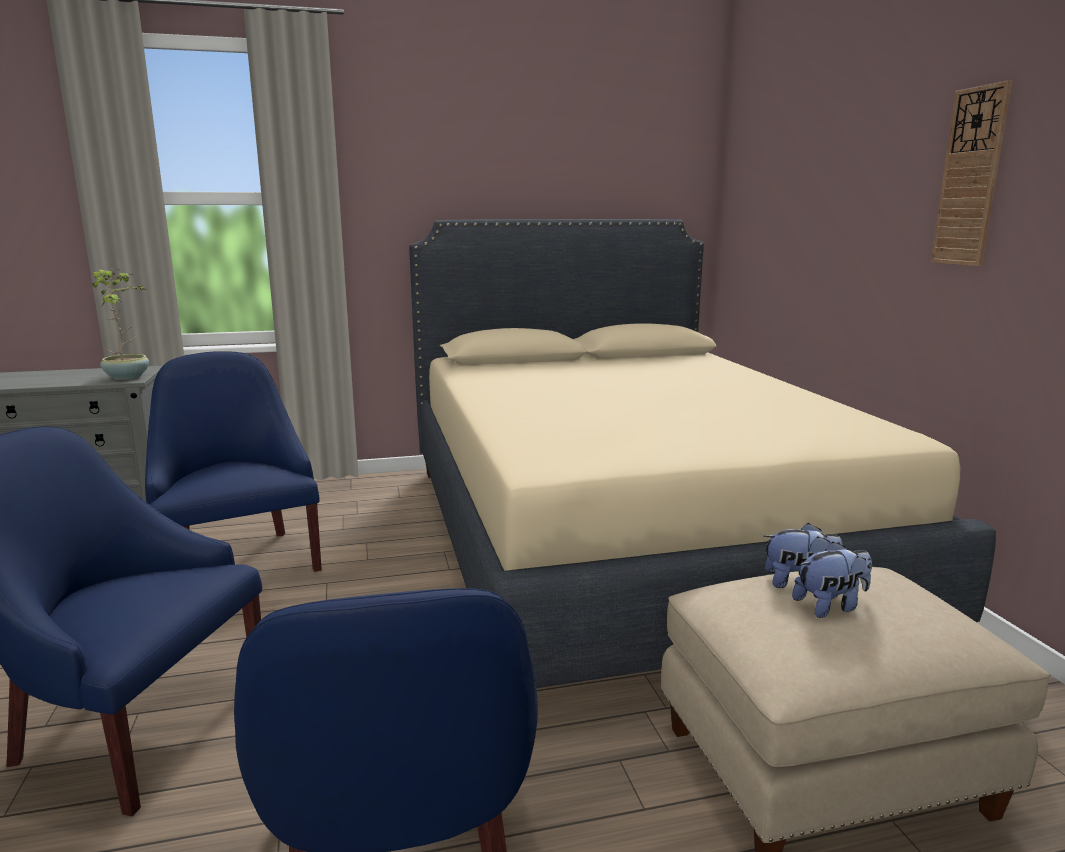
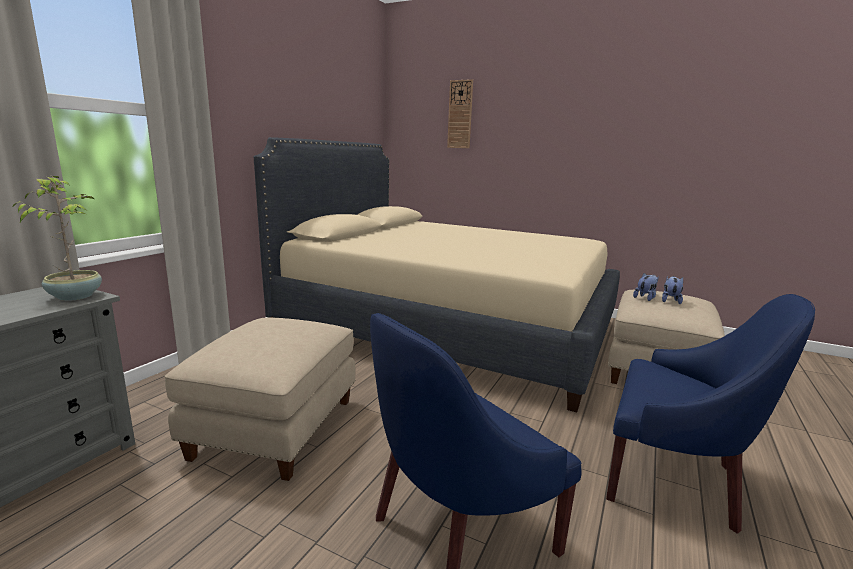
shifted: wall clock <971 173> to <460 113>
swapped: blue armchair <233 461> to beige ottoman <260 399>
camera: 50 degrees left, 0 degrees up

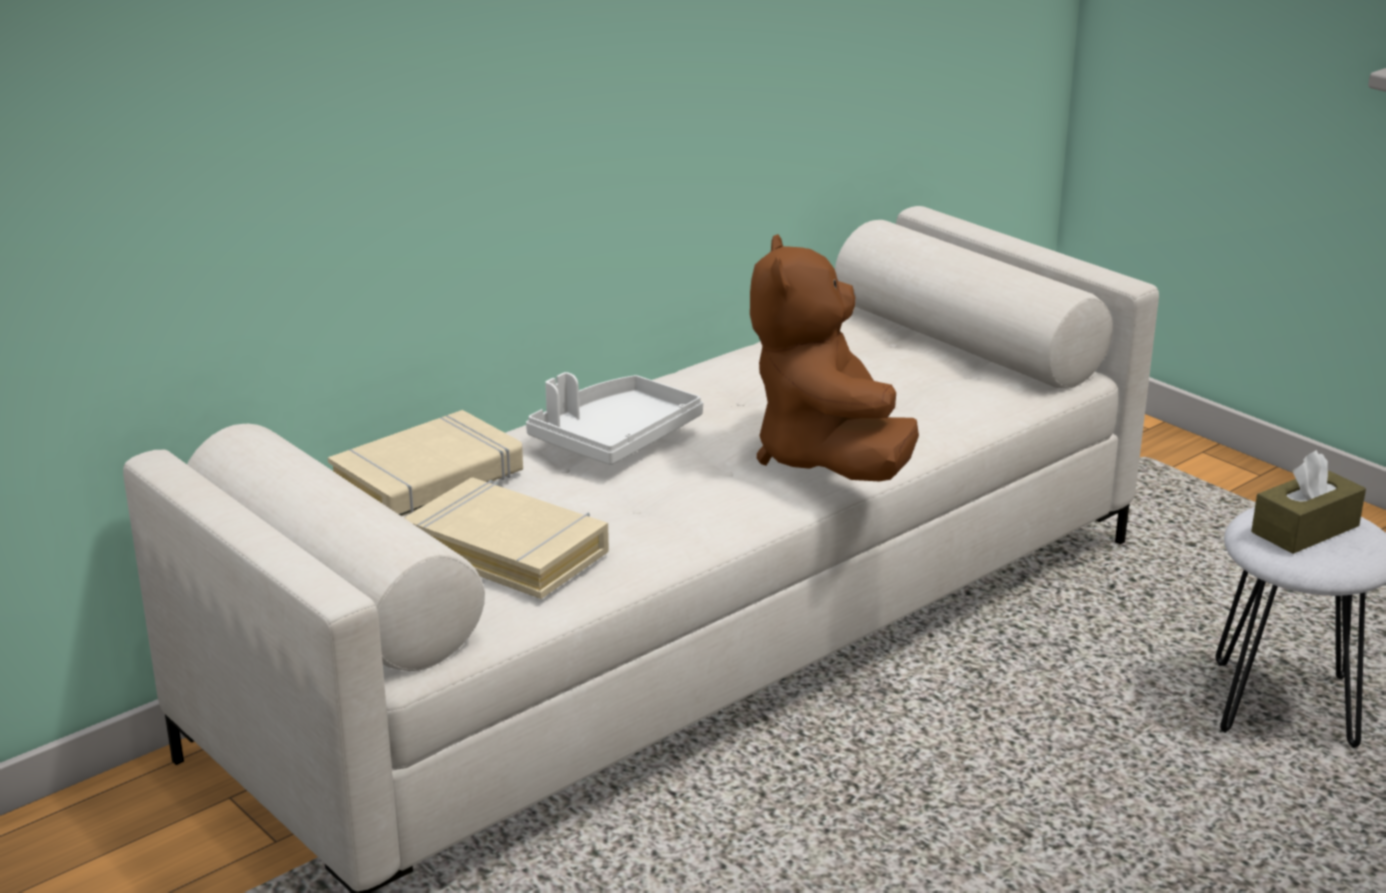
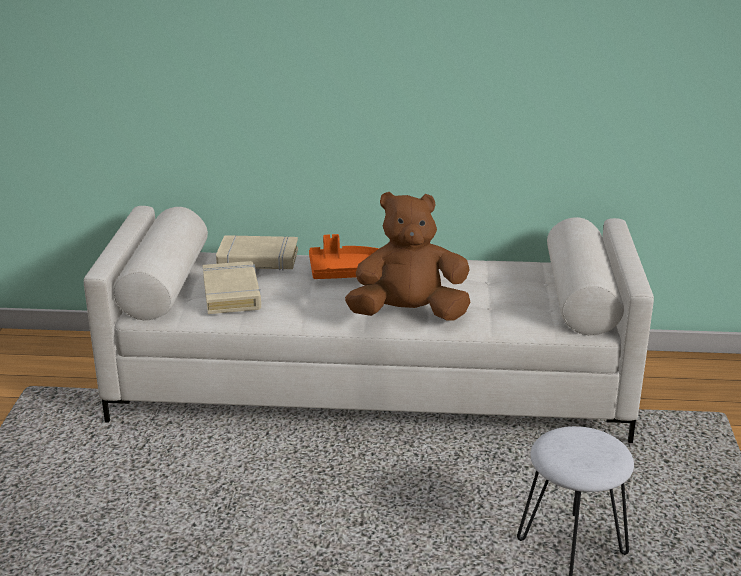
gone: brown tissue box <1308 502>
repainted: white tray <614 418> to orange tray <344 256>
rotated: brown plush toy <834 357> = <407 256> 45 degrees clockwise
camera: 45 degrees right, 0 degrees up

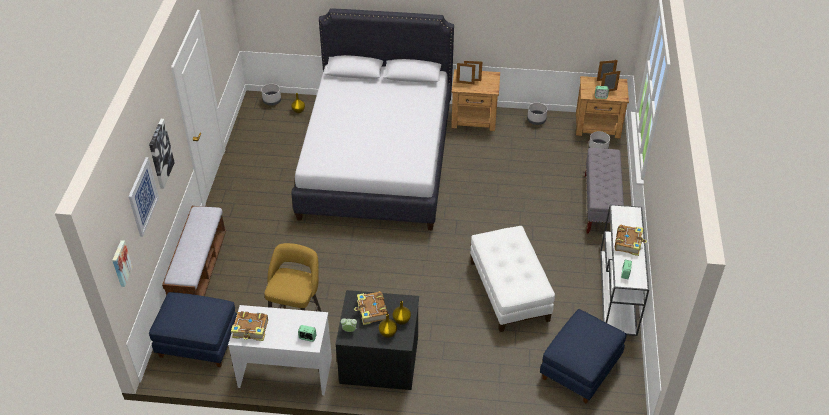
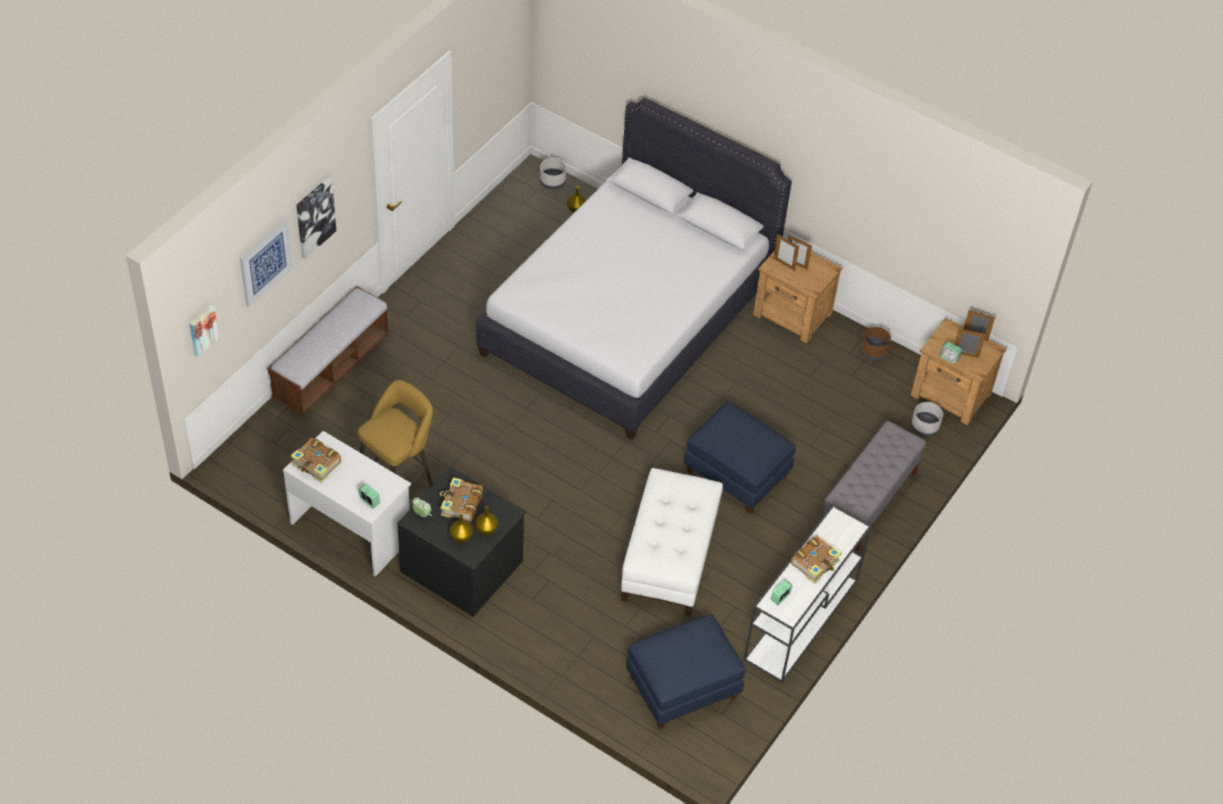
shifted: blue ottoman <193 329> to <740 457>
repainted: grey planter <537 113> to brown planter <875 343>
camera: 25 degrees right, 5 degrees up

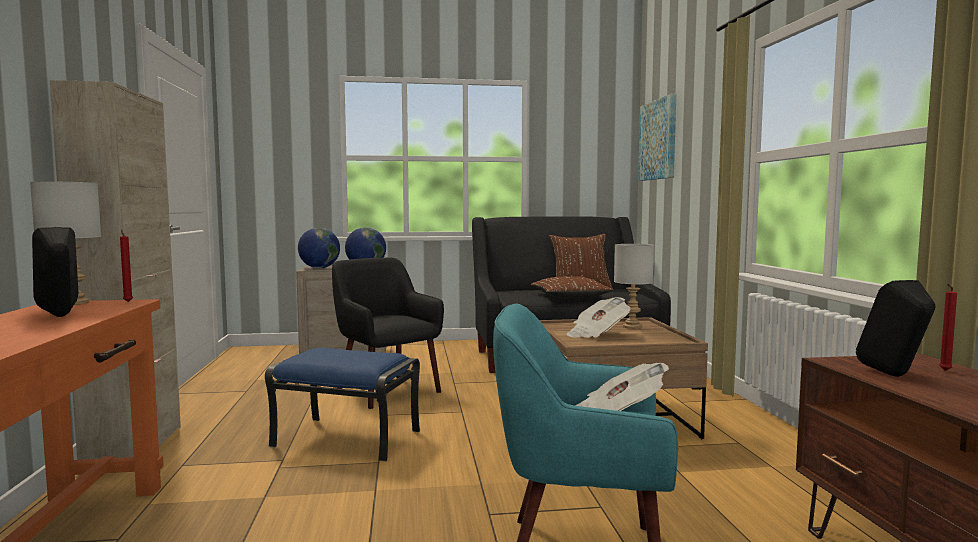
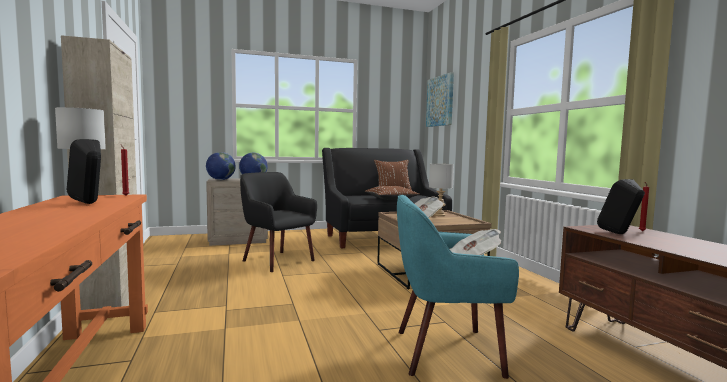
gone: blue ottoman <342 404>
camera: 10 degrees left, 0 degrees up

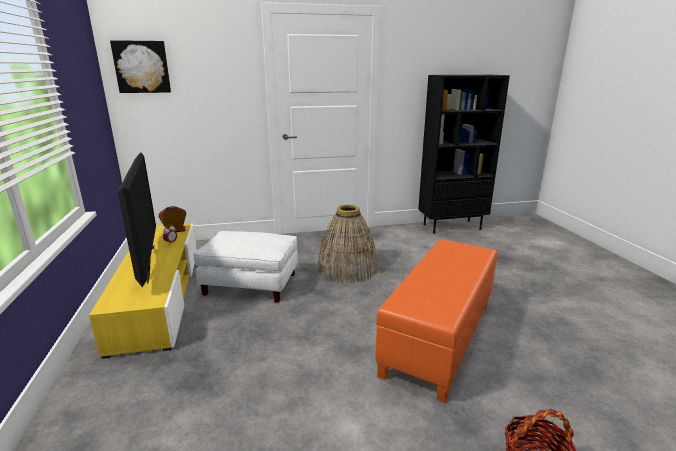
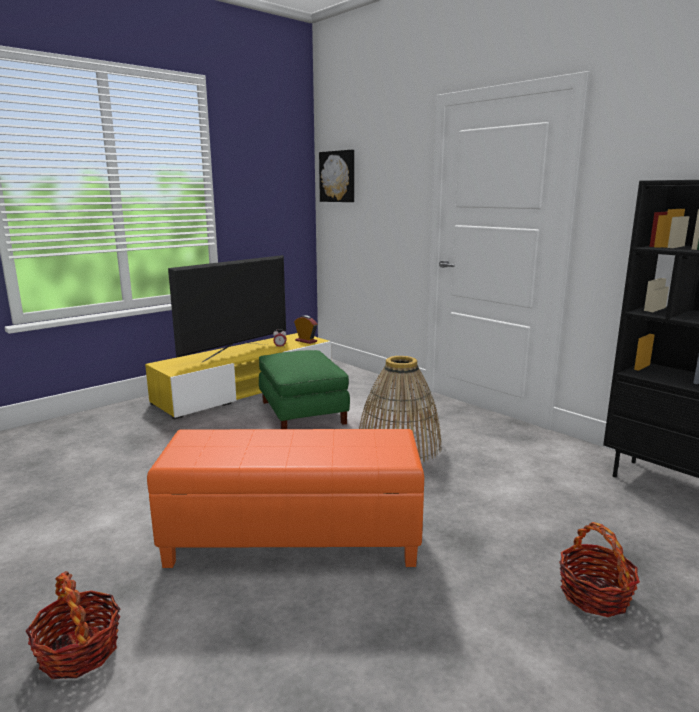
new: basket <599 569>
repainted: white ottoman <246 266> to green ottoman <304 389>
camera: 60 degrees right, 5 degrees down

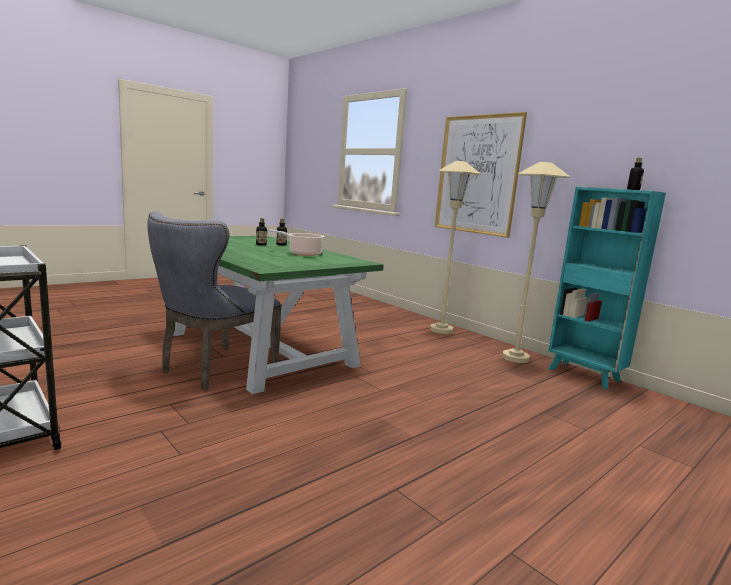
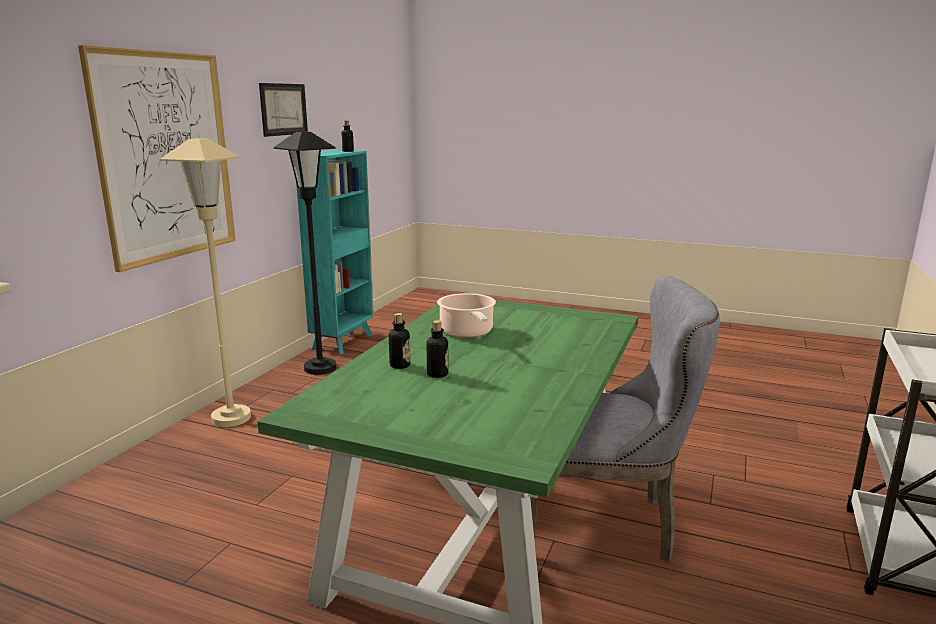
new: picture <283 110>
repainted: beige floor lamp <536 262> to black floor lamp <305 253>
camera: 115 degrees left, 5 degrees up

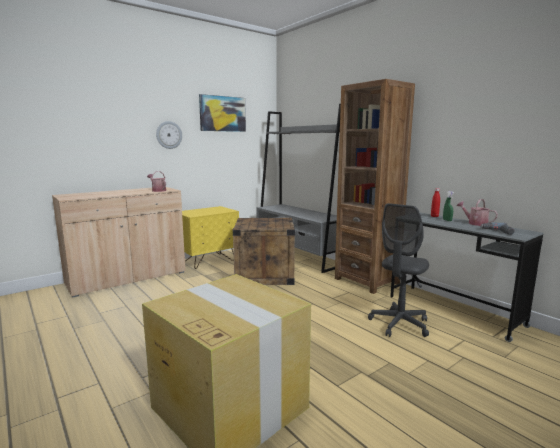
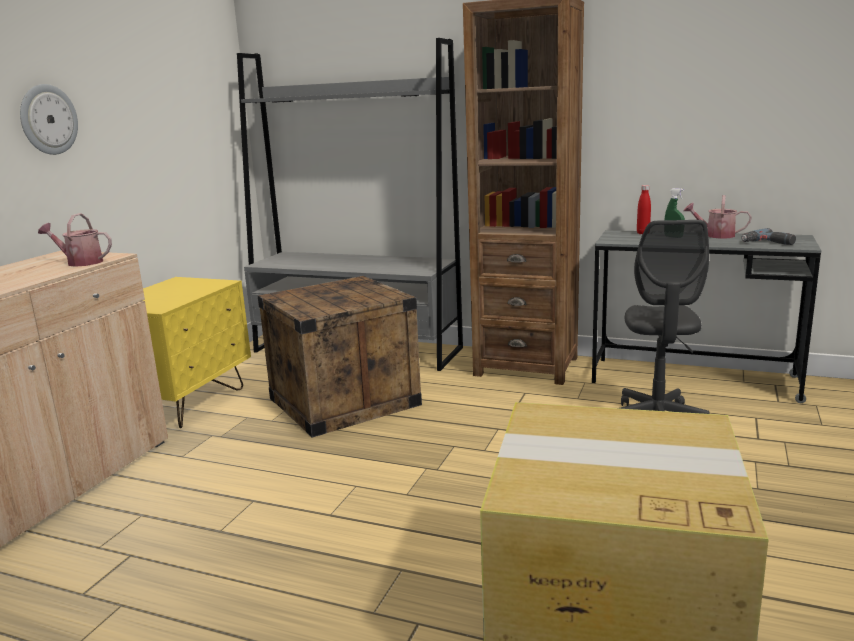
gone: picture <222 113>
camera: 30 degrees left, 5 degrees up

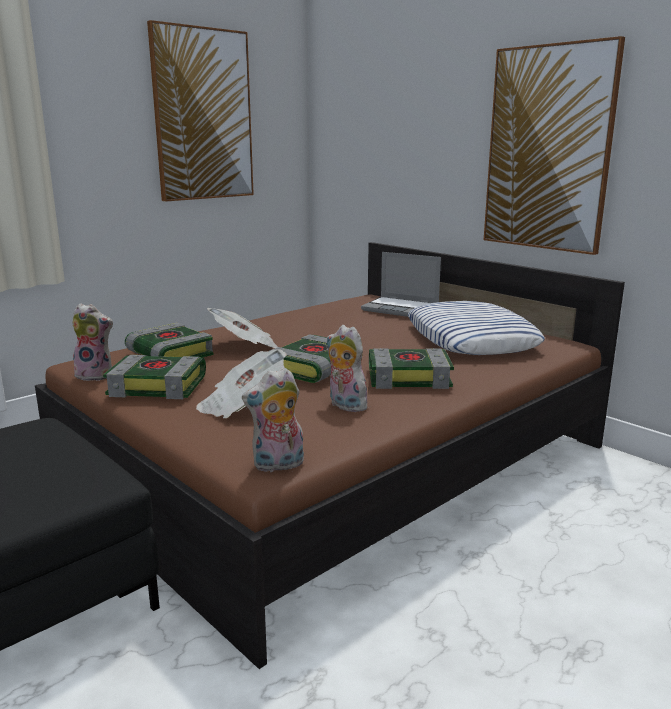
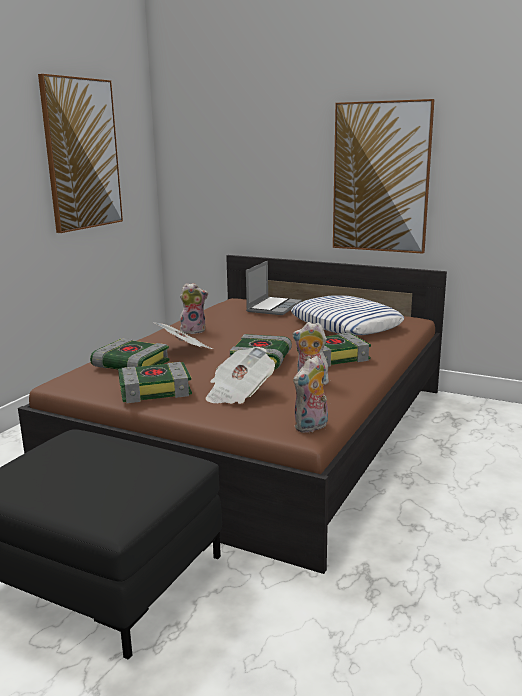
shifted: plush toy <92 342> to <194 308>
rotated: laptop <401 284> = <274 288> 75 degrees counterclockwise
camera: 20 degrees left, 0 degrees up

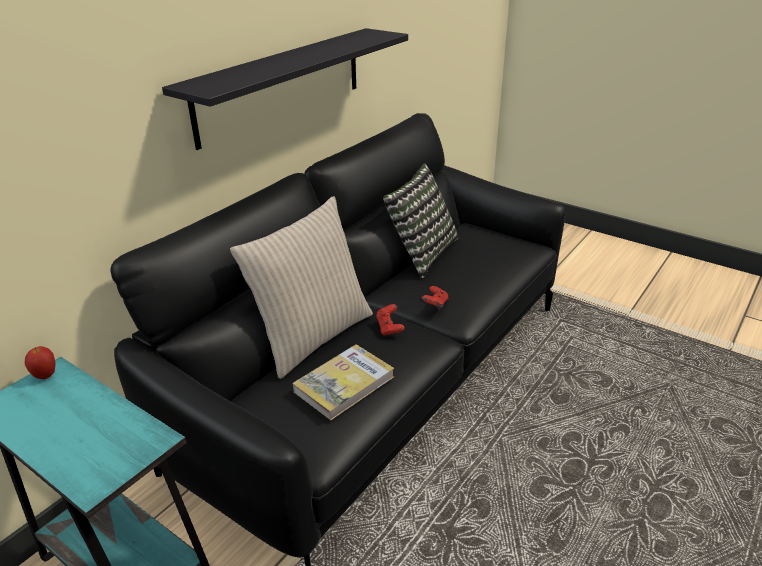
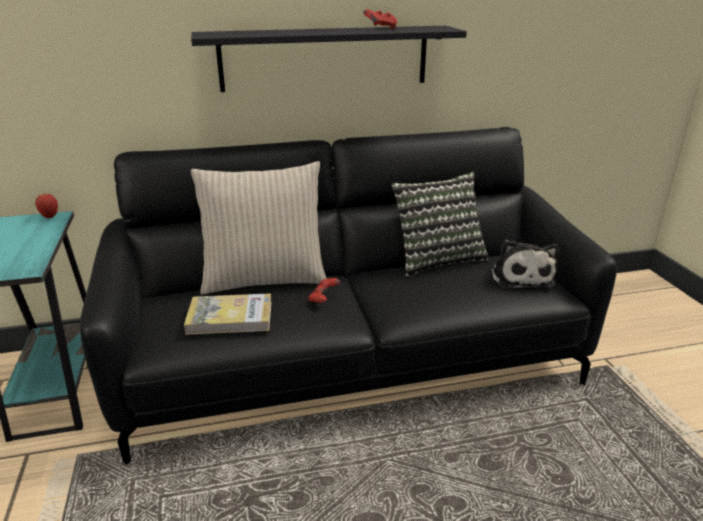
new: plush toy <525 264>
shifted: red game controller <435 298> to <380 19>
camera: 40 degrees right, 5 degrees down

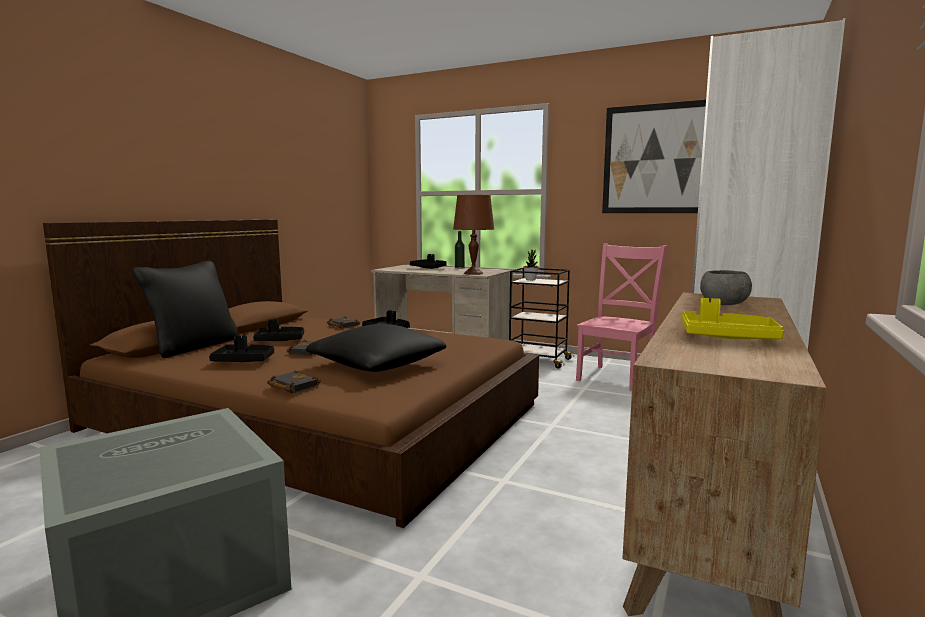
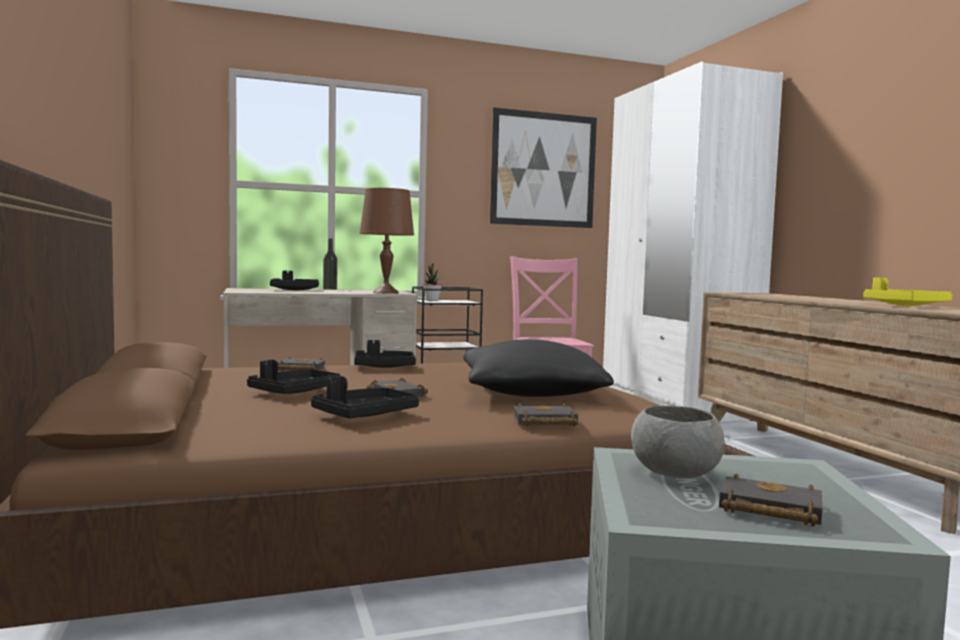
gone: black pillow <185 309>
new: black book <770 500>
shifted: grey bowl <726 287> to <678 441>
camera: 45 degrees left, 5 degrees down

